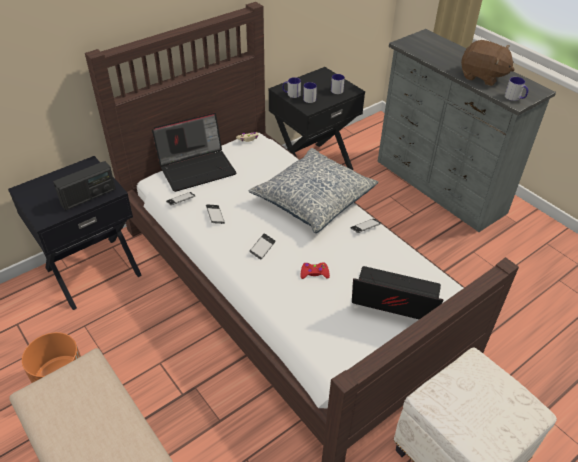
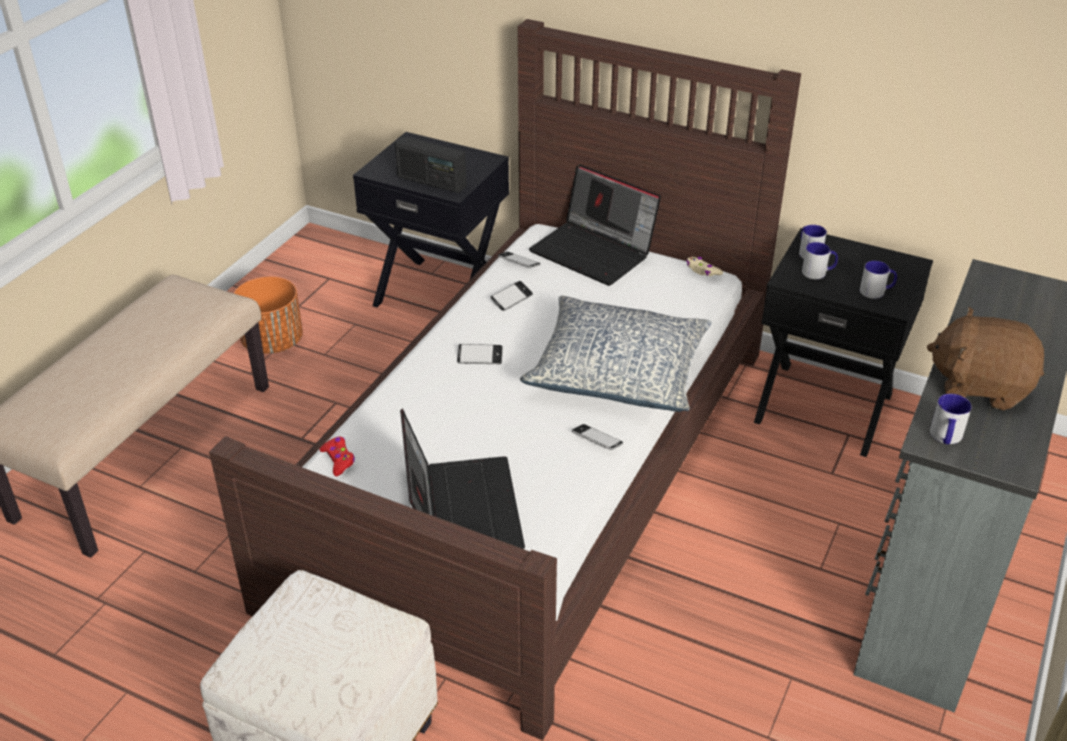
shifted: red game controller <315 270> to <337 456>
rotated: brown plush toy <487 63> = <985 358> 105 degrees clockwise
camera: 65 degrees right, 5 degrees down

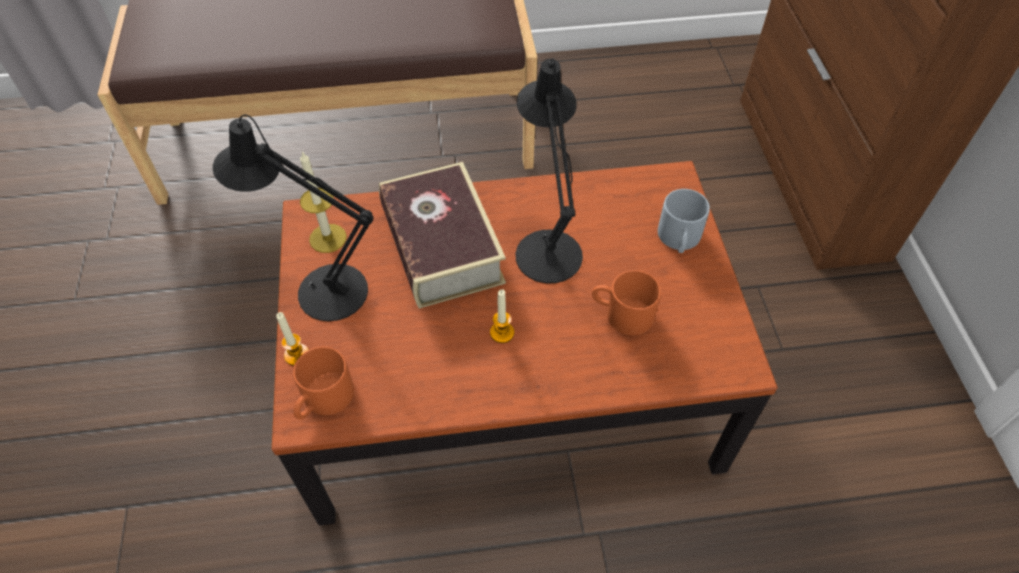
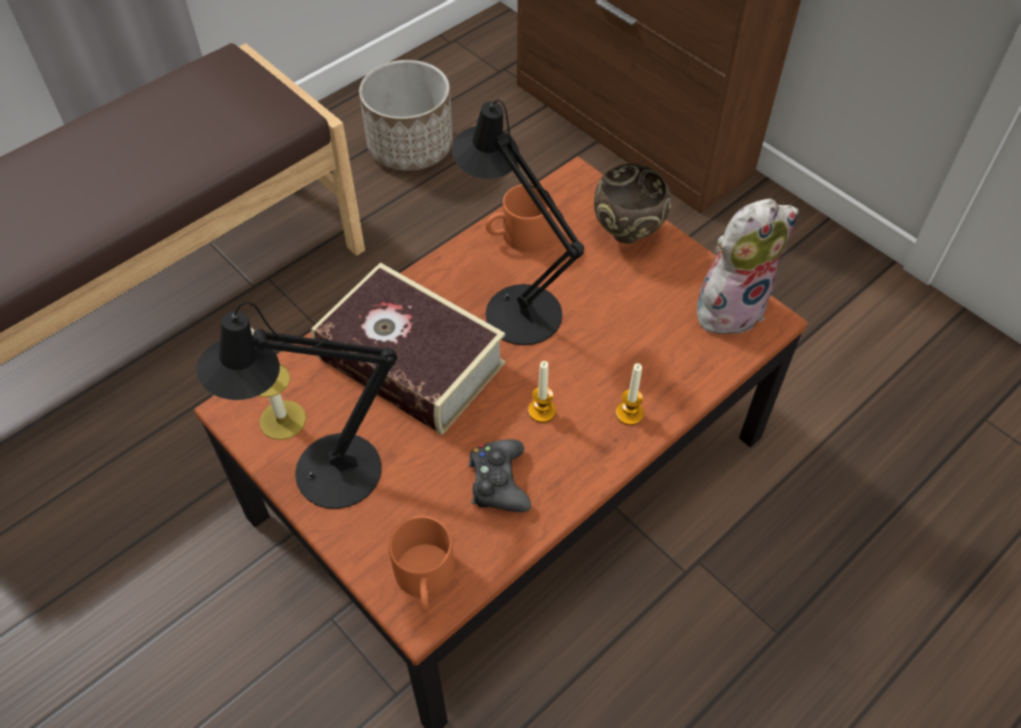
new: planter <406 115>; black game controller <499 475>; plush toy <748 267>
shifted: candle <292 339> to <630 394>; orange mug <626 302> to <518 218>
swapped: grey mug <684 221> to brown bowl <632 203>
camera: 35 degrees left, 0 degrees up

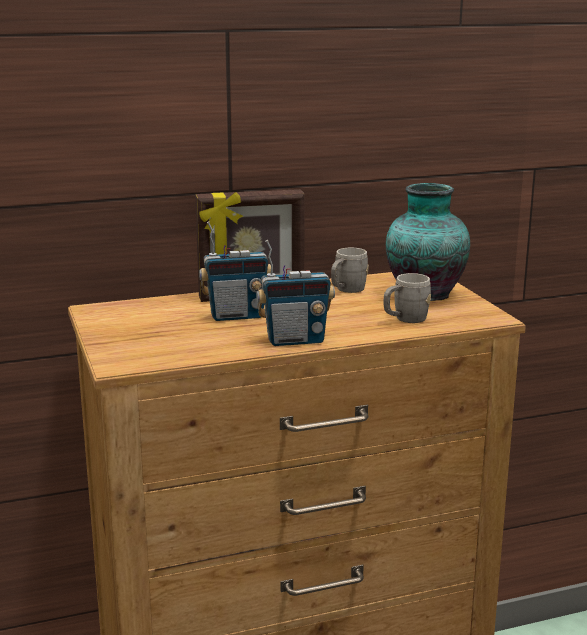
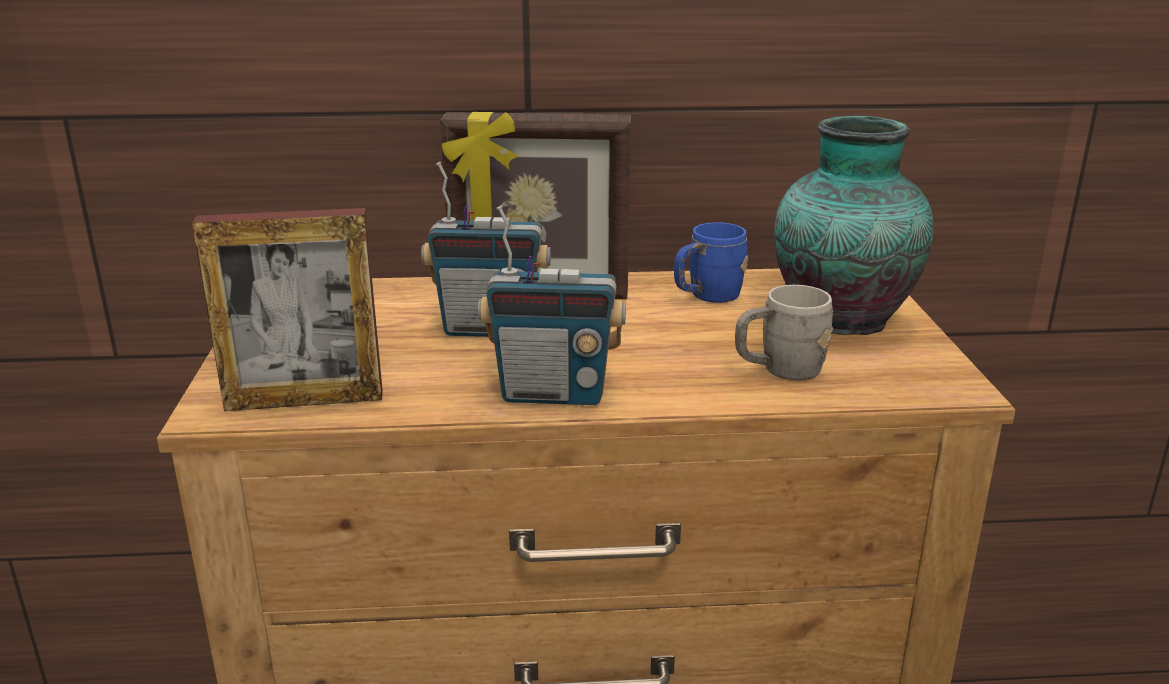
new: picture frame <287 309>
repainted: grey mug <350 270> to blue mug <711 262>
camera: 15 degrees right, 5 degrees up

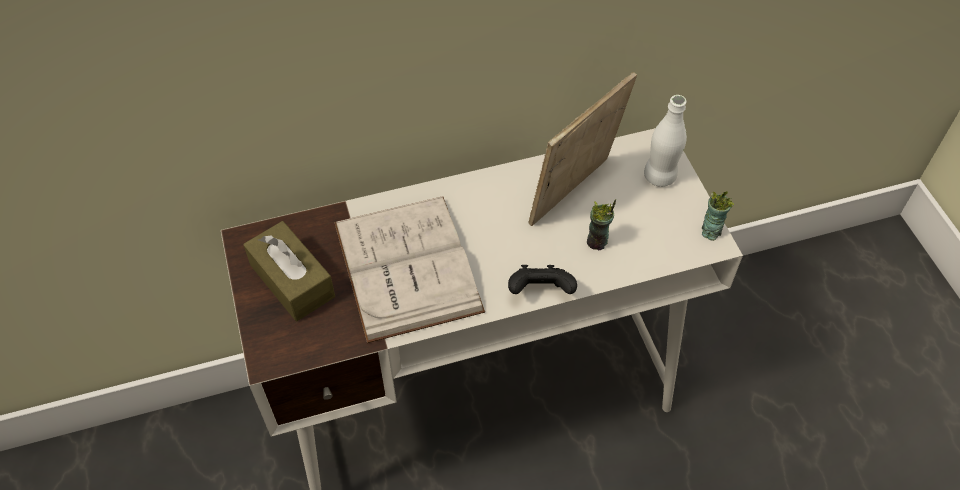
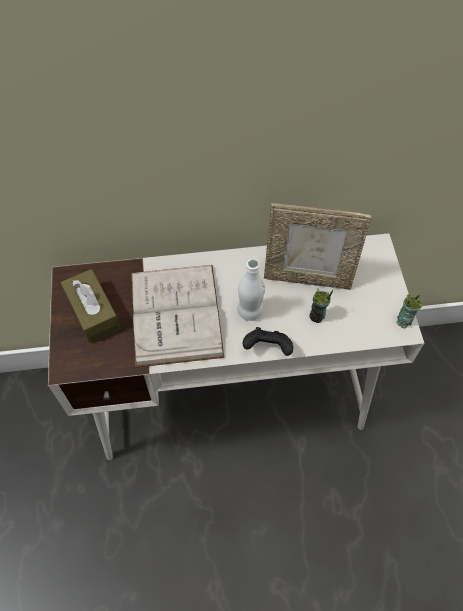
shifted: white bottle <665 141> to <251 290>
rotated: picture frame <583 149> = <318 246> 135 degrees counterclockwise
camera: 10 degrees right, 5 degrees up

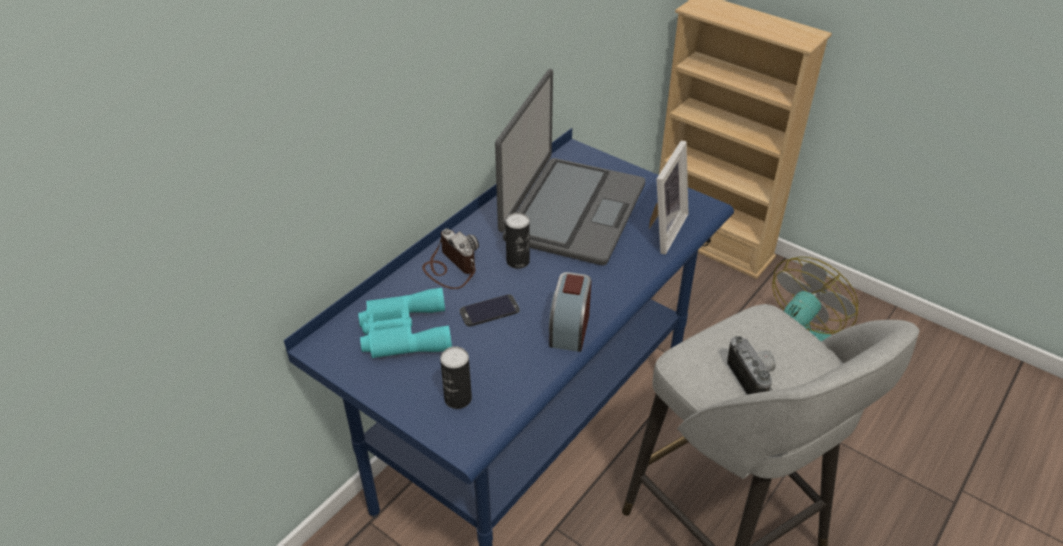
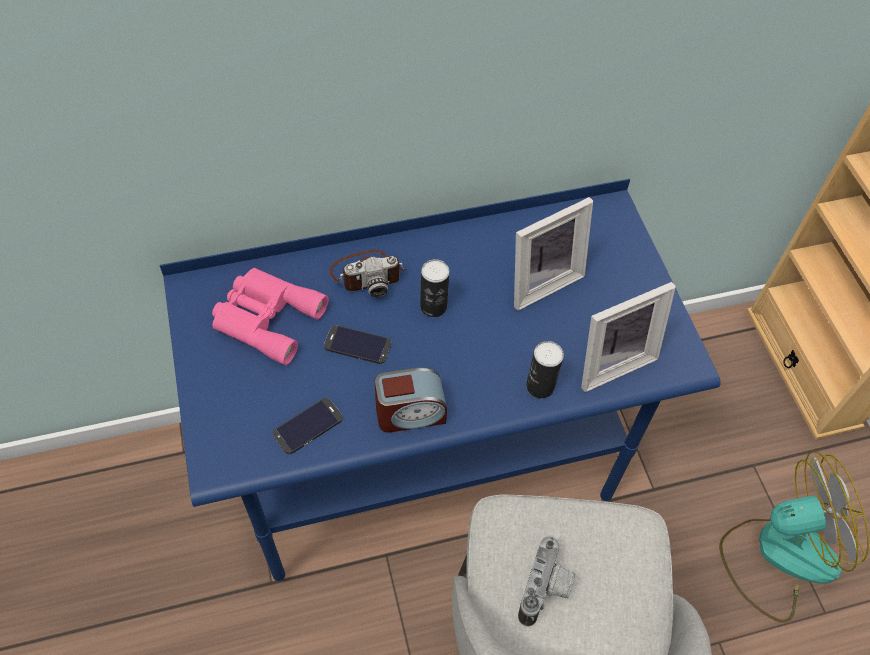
new: phone <308 426>
shifted: can <456 377> to <545 370>
swapped: laptop <570 167> to picture frame <553 254>
repainted: turquoise binoculars <405 323> to pink binoculars <270 316>
rotated: photo camera <450 258> = <367 274> 75 degrees clockwise; alarm clock <570 312> = <411 400> 150 degrees counterclockwise
camera: 35 degrees right, 15 degrees up

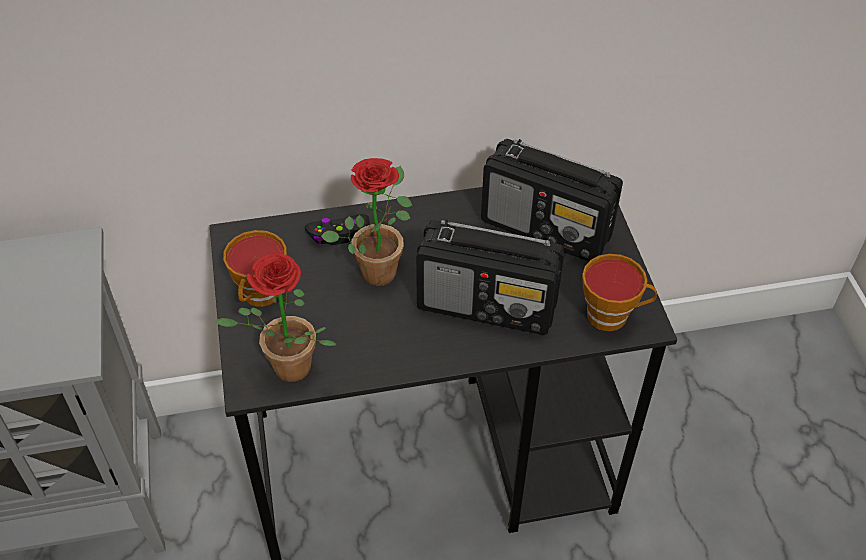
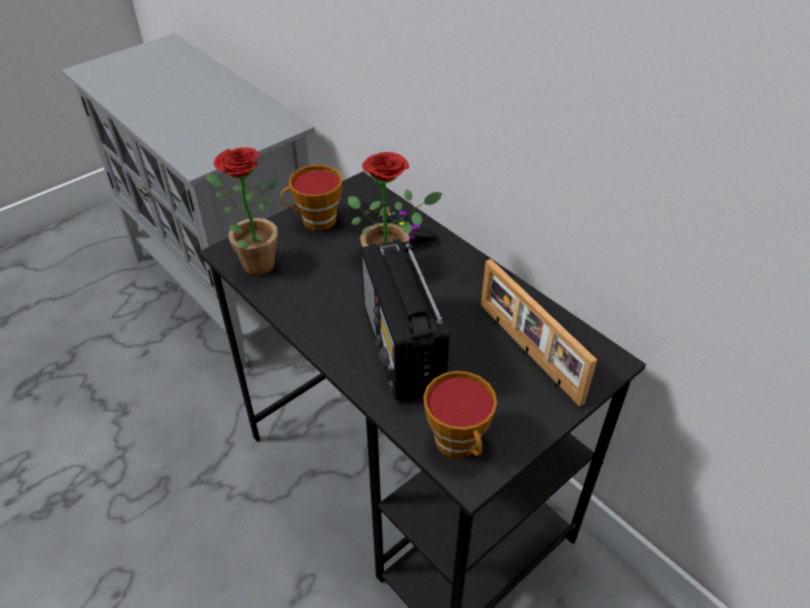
swapped: radio <552 200> to picture frame <539 333>
camera: 60 degrees right, 5 degrees down

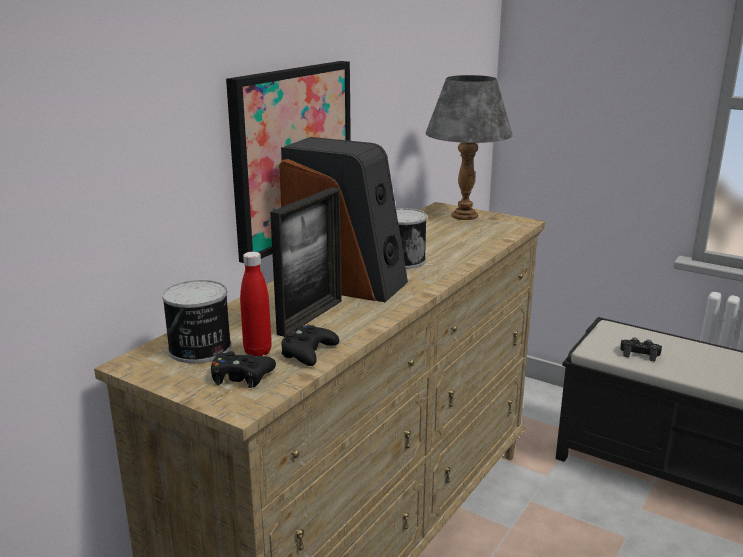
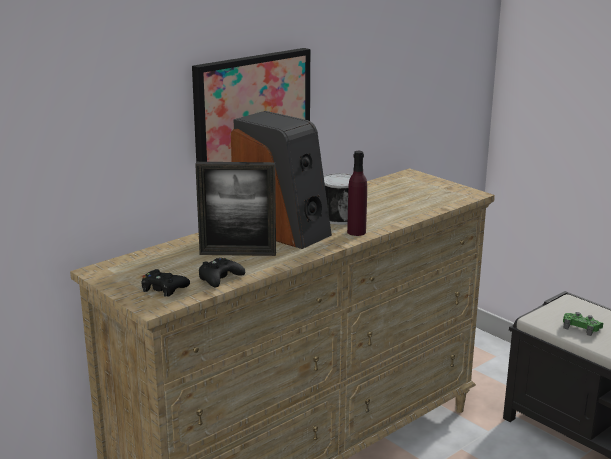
gone: can <196 321>; red bottle <256 304>; grey table lamp <469 147>
new: purple bottle <357 193>
repainted: black game controller <641 349> to green game controller <583 324>
rotated: picture frame <306 262> = <235 209> 45 degrees clockwise
camera: 15 degrees right, 0 degrees up

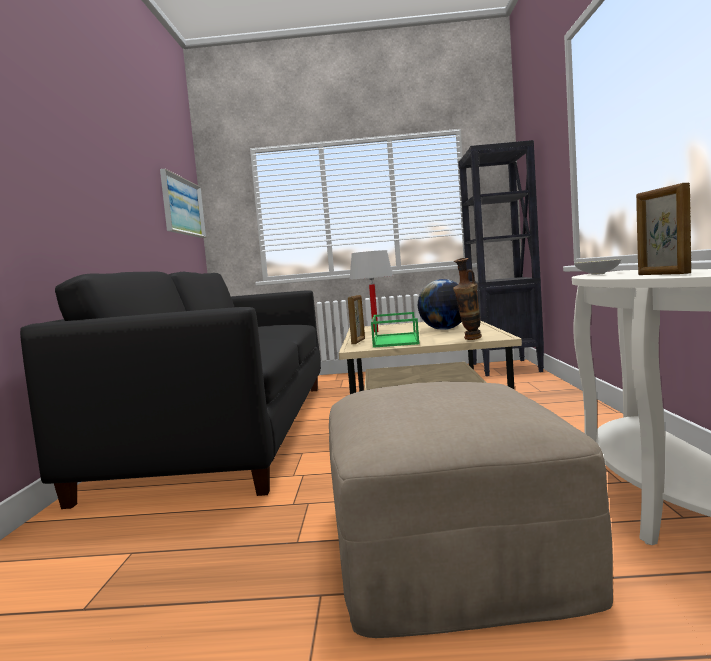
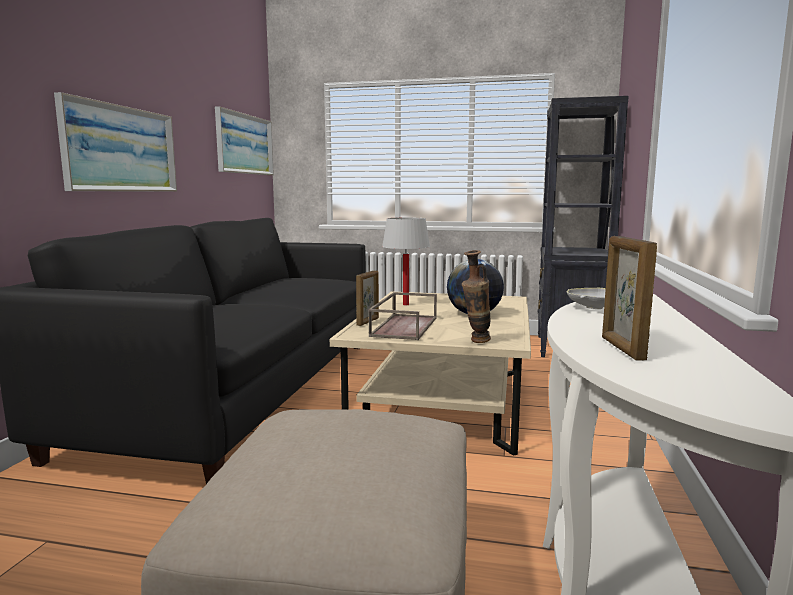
new: picture <115 142>
repainted: green tray <395 330> to brown tray <402 316>
camera: 10 degrees right, 5 degrees up

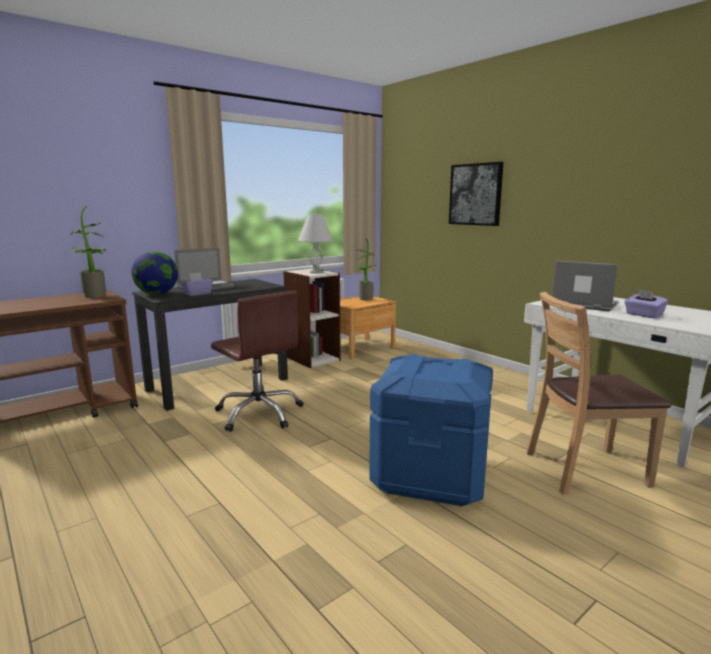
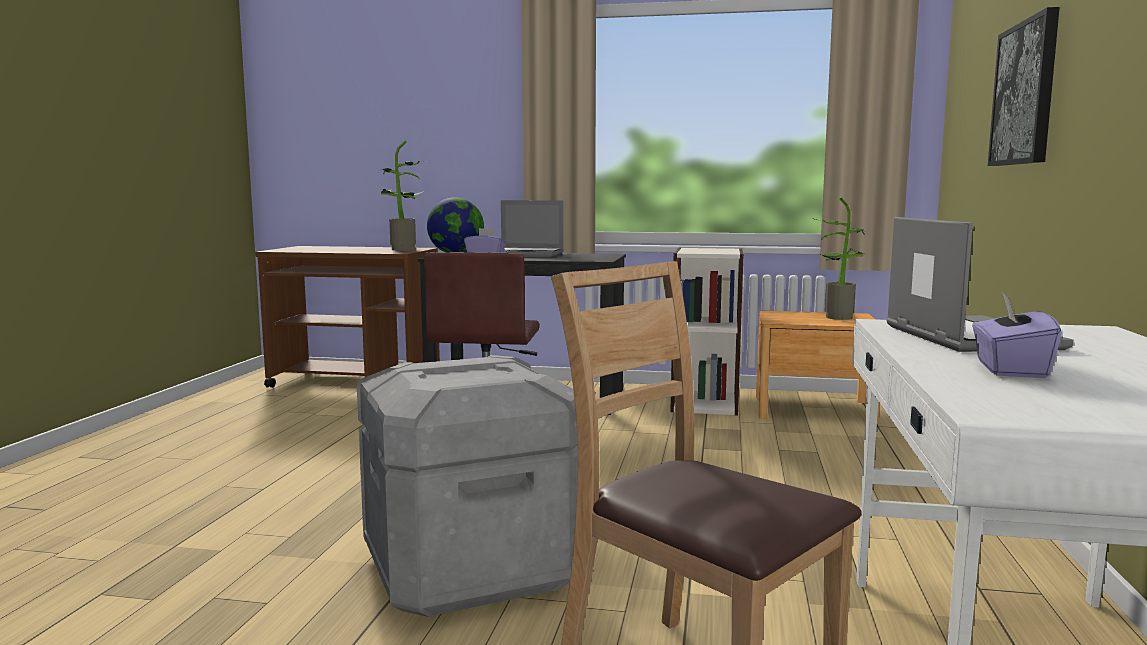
gone: white table lamp <315 243>
repainted: blue storage box <431 430> to grey storage box <467 486>
camera: 50 degrees right, 5 degrees down

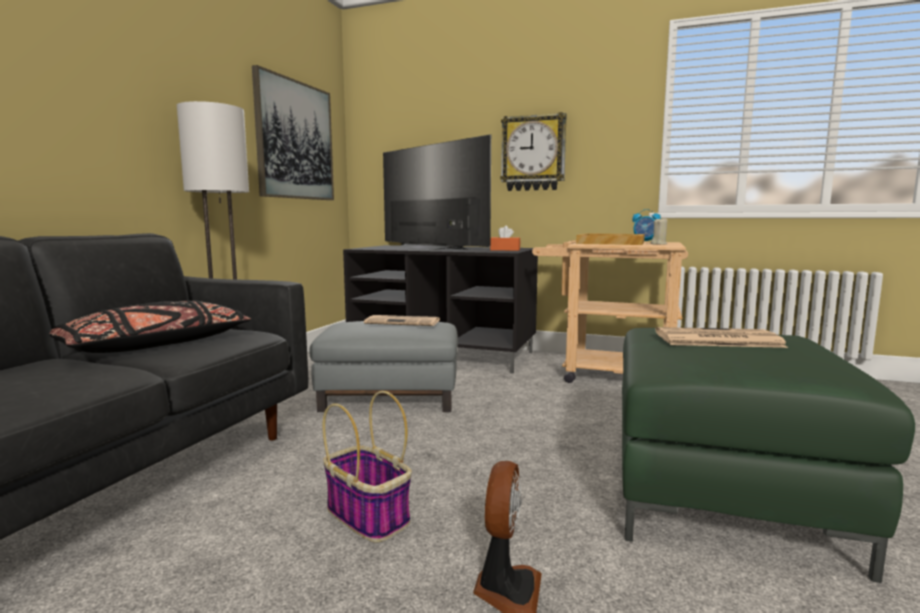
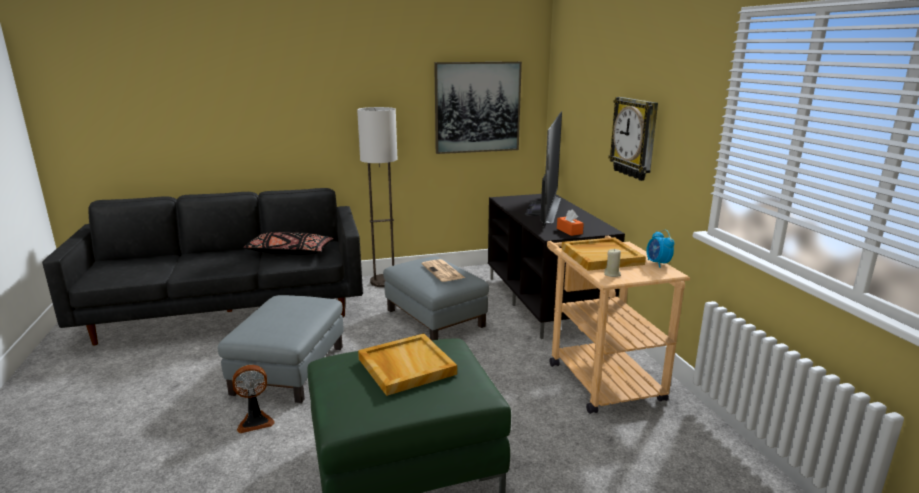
swapped: basket <367 467> to grey ottoman <280 349>; newspaper <721 337> to beige tray <407 364>
camera: 55 degrees right, 10 degrees up

